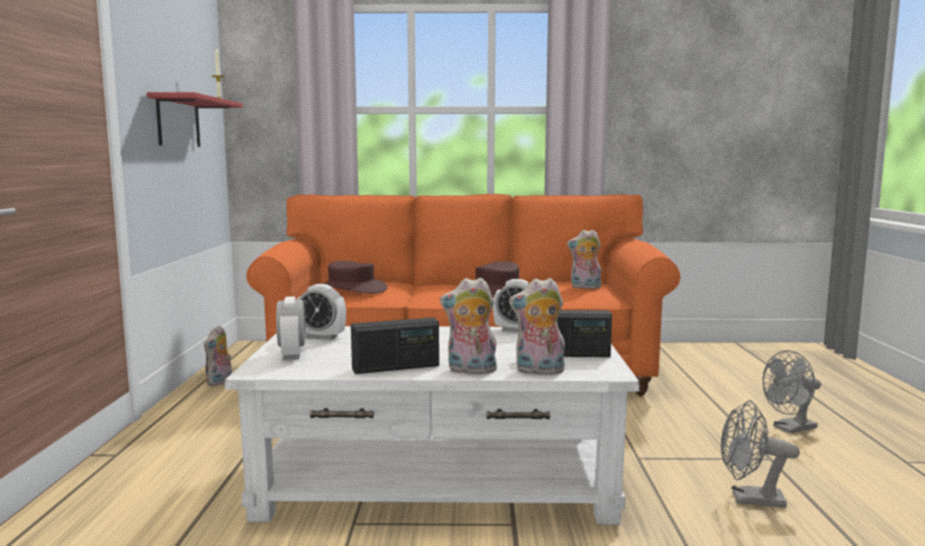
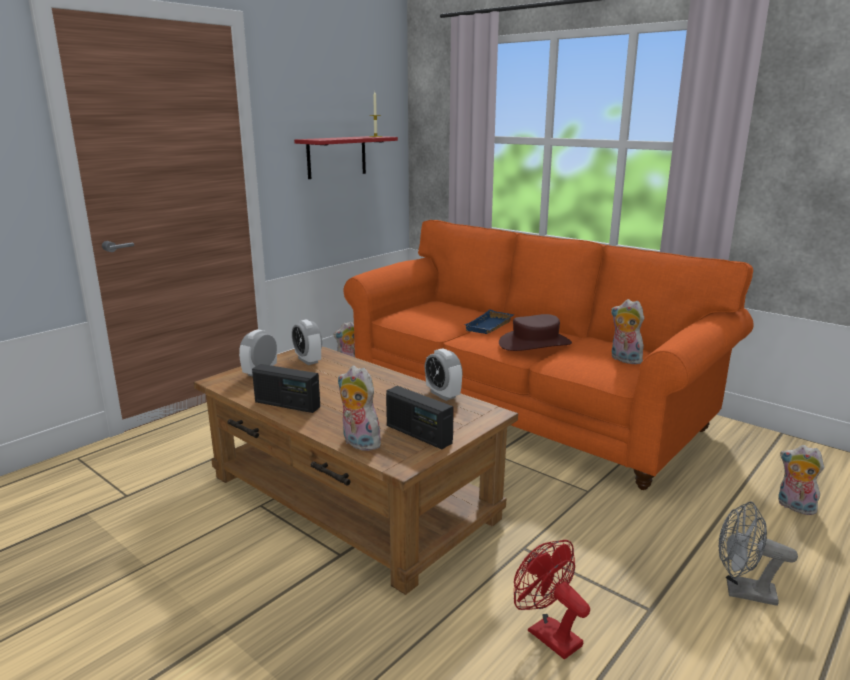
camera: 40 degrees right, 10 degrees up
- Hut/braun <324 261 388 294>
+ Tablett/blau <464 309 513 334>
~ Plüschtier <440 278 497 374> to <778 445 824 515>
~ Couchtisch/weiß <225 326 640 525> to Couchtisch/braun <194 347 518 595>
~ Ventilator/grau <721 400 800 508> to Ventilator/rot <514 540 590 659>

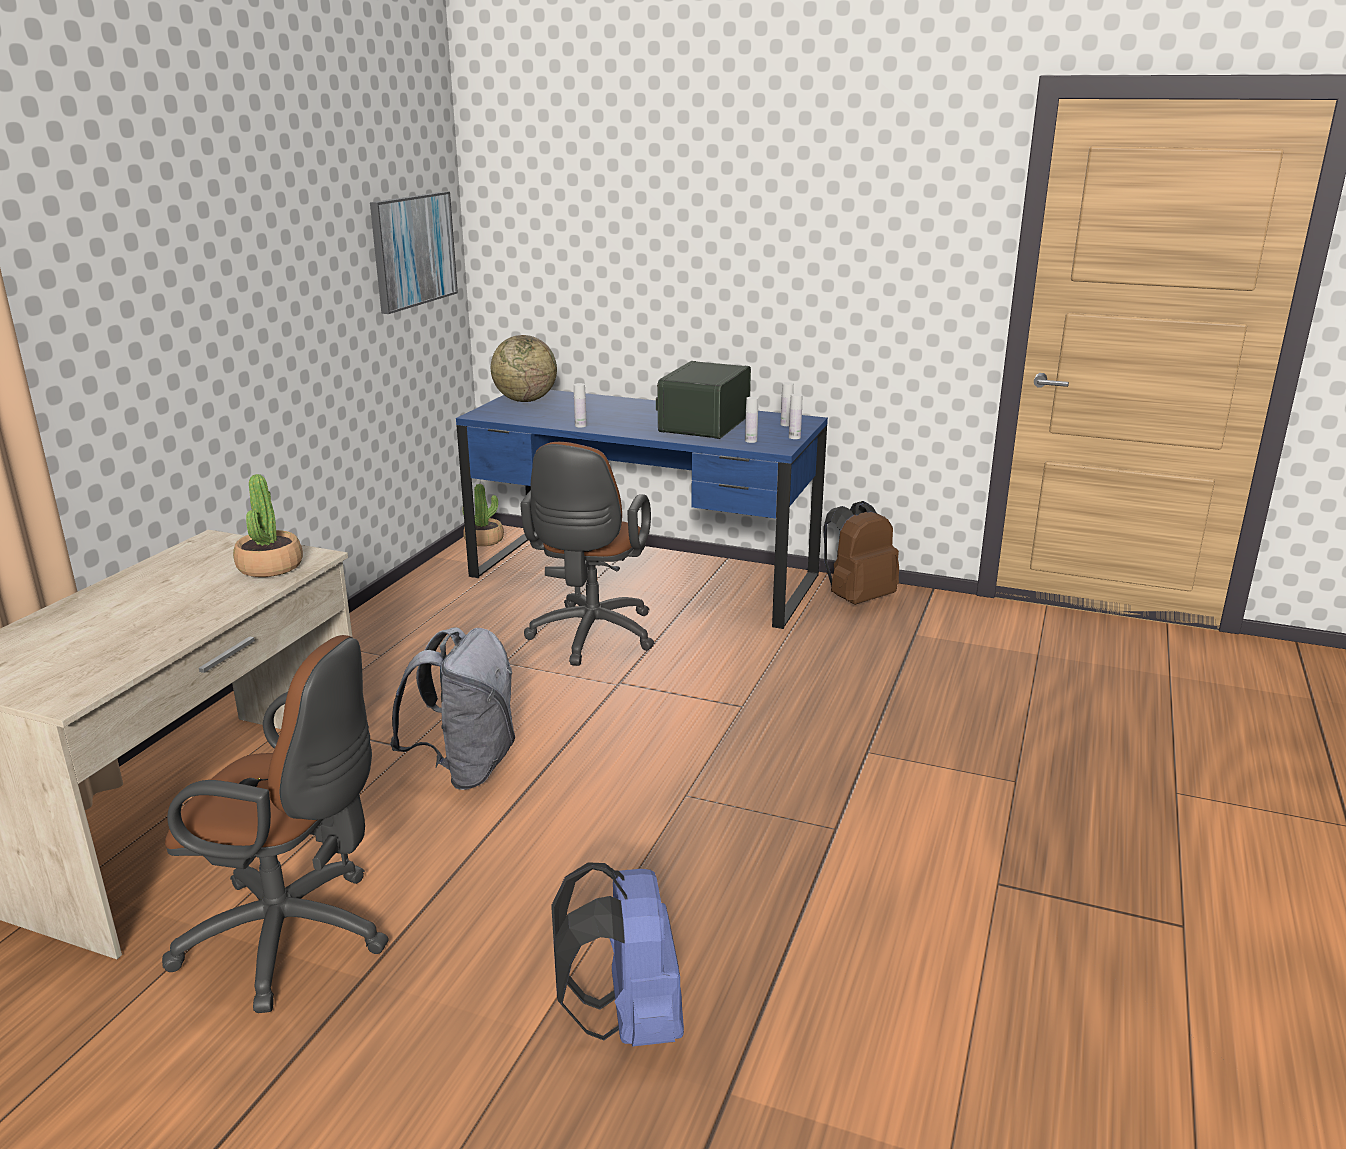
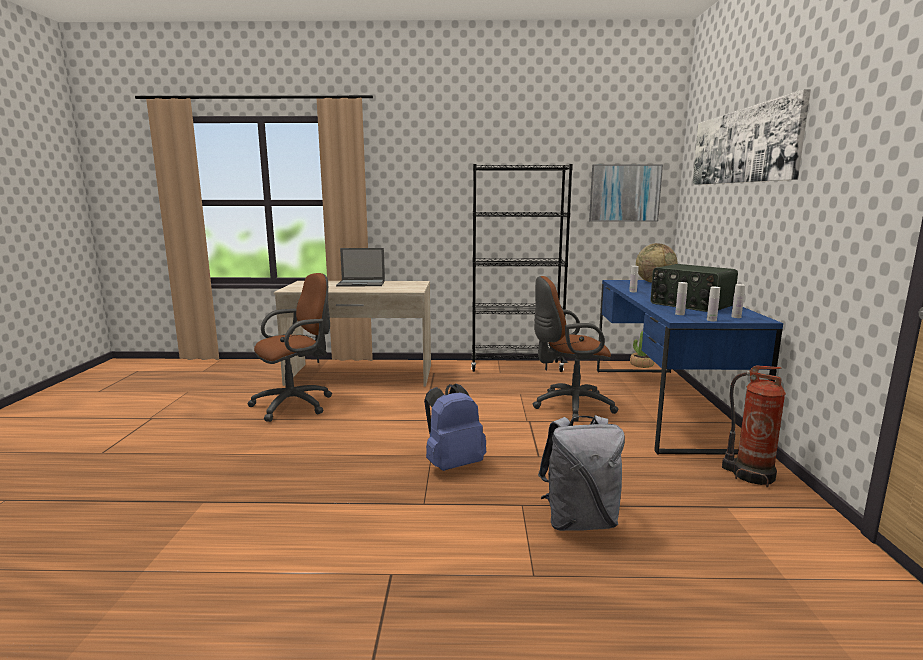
camera: 70 degrees right, 10 degrees down
- Topfpflanze <233 474 303 577>
+ Laptop <336 248 385 287>
+ Bücherregal/schwarz <471 164 573 372>
+ Bild <692 89 811 185>
~ Rucksack/grau <390 627 515 790> to <538 415 625 531>
~ Rucksack/blau <551 862 684 1046> to <424 384 486 471>
~ Rucksack/braun <823 501 899 605> to Feuerlöscher <722 365 786 488>
~ Bürostuhl/braun <162 635 389 1013> = <247 273 332 422> 120 degrees counterclockwise
~ Radio <656 361 751 439> = <651 264 738 312> 135 degrees counterclockwise

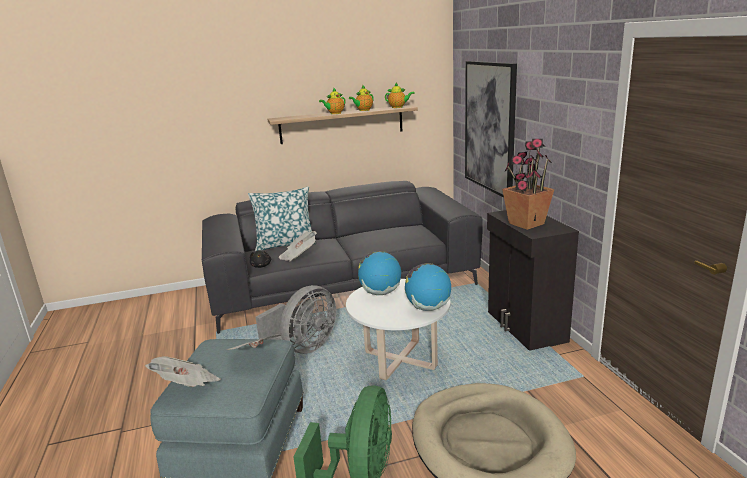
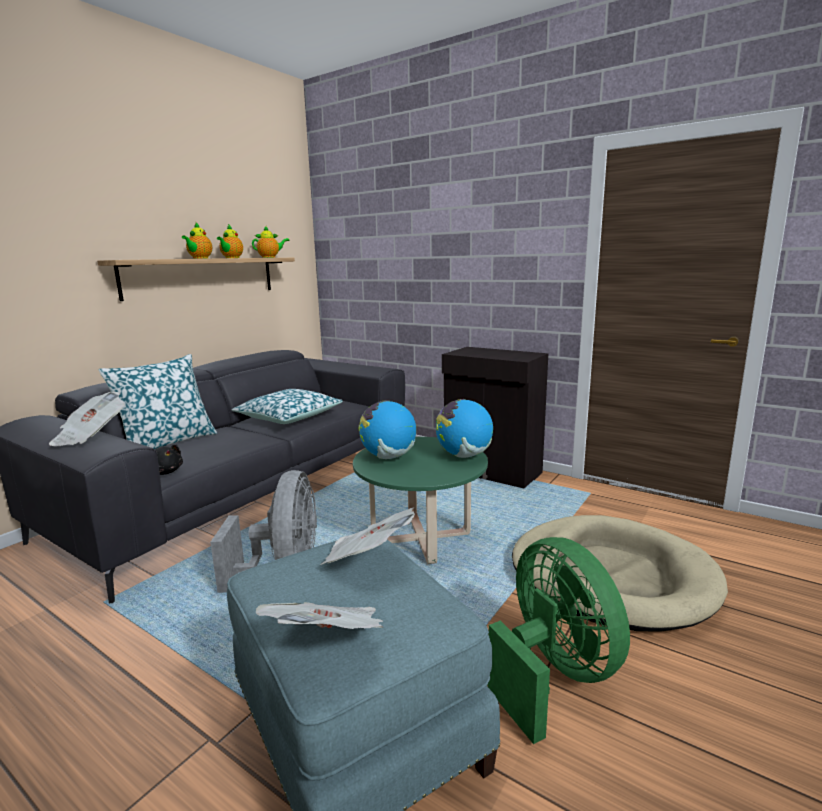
camera: 40 degrees left, 5 degrees down
- Bild <465 61 517 197>
- Topfpflanze <502 138 555 230>
+ Kissen <232 389 343 424>
~ Zeitung <279 231 317 261> to <49 391 124 447>
~ Couchtisch/weiß <346 279 451 381> to Couchtisch/grün <353 437 488 564>

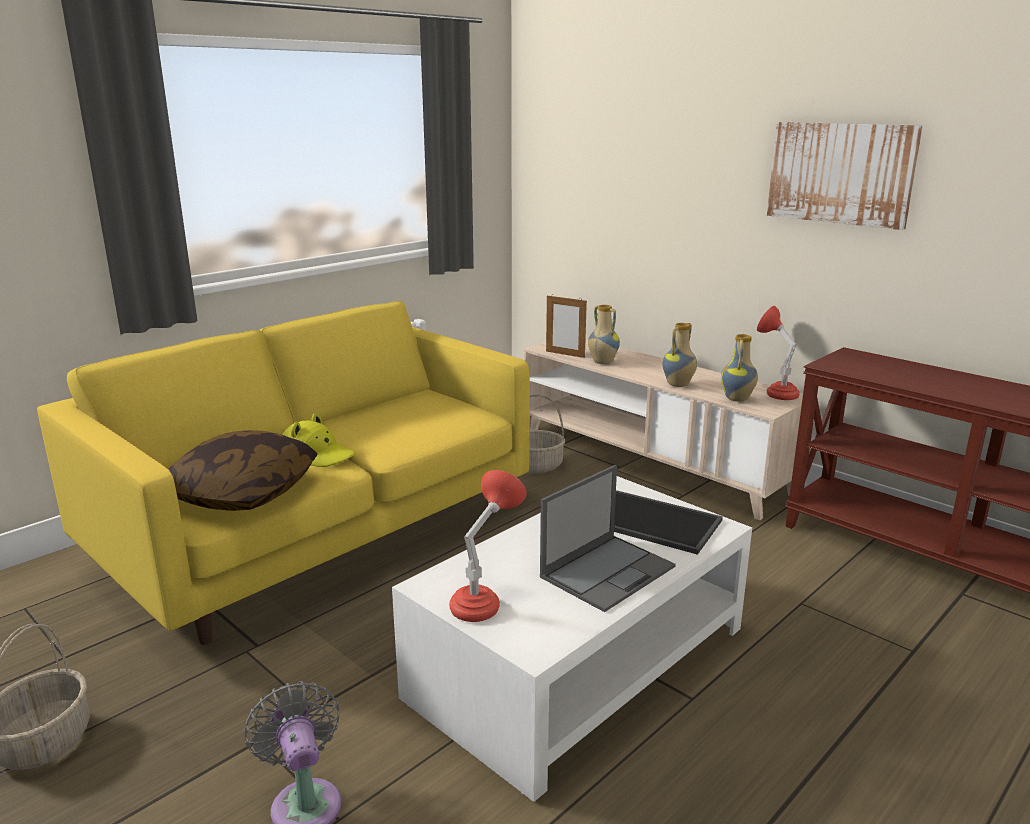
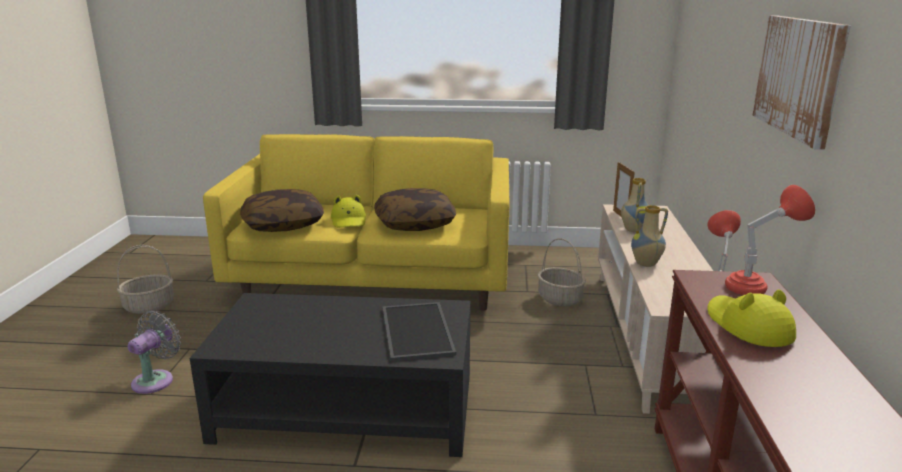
camera: 50 degrees right, 0 degrees up
- Laptop <540 465 676 612>
- Vase <721 334 758 402>
+ Kissen <374 188 456 231>
+ Hut/gelb <707 289 796 347>
~ Tischlampe/rot <449 470 527 622> to <725 185 815 295>
~ Couchtisch/weiß <392 476 752 802> to Couchtisch/schwarz <189 293 471 457>

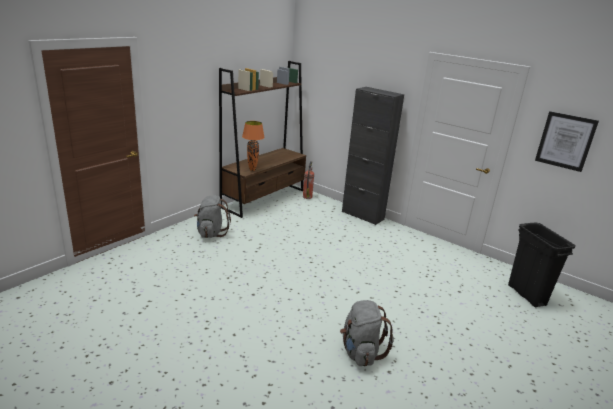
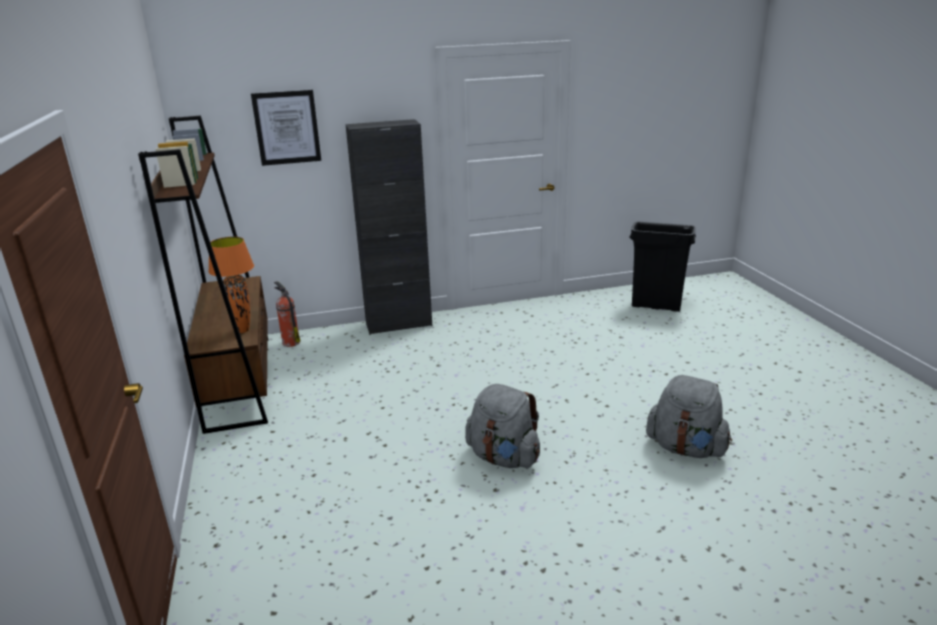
camera: 50 degrees left, 0 degrees up
~ Rucksack/grau <194 195 231 238> to <465 384 540 468>
~ Bild <535 111 599 172> to <251 90 321 166>

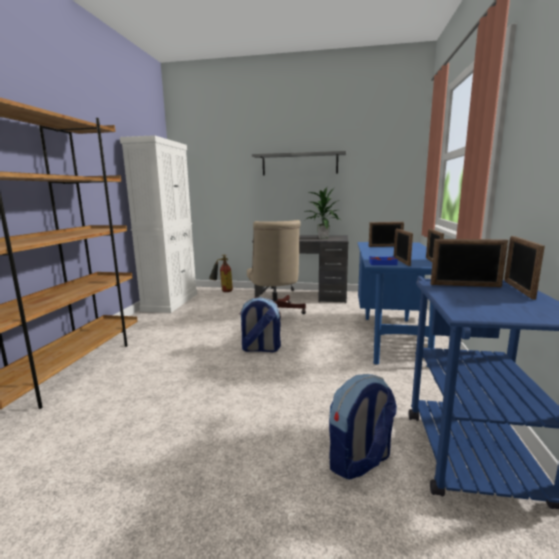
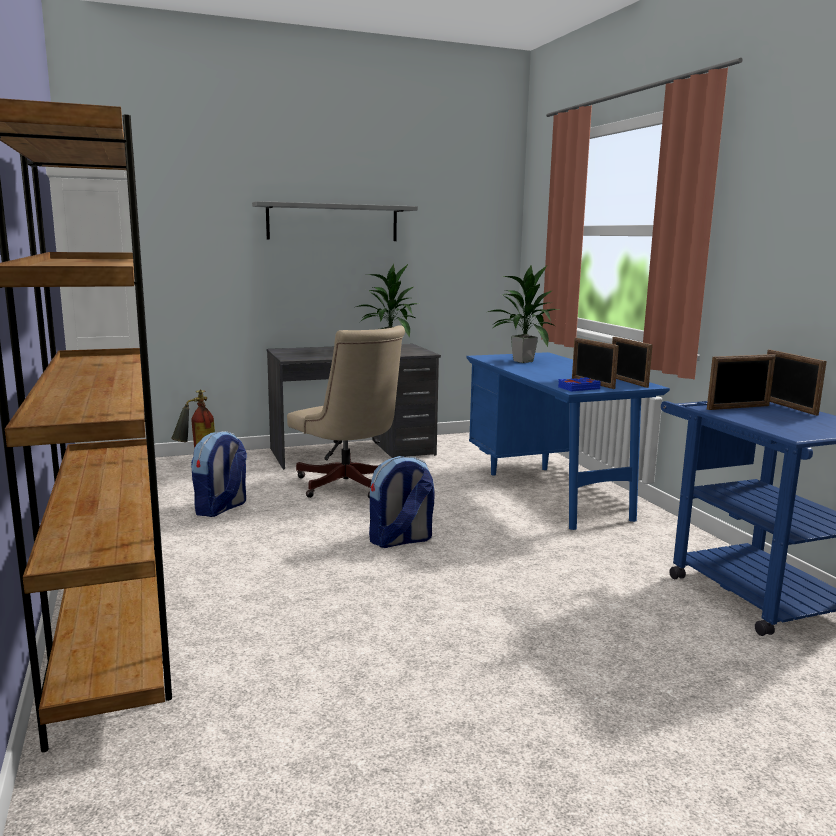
camera: 30 degrees left, 0 degrees up
~ Rucksack <329 374 397 480> to <191 431 247 517>
~ Bilderrahmen <369 222 404 247> to Topfpflanze <488 264 561 363>

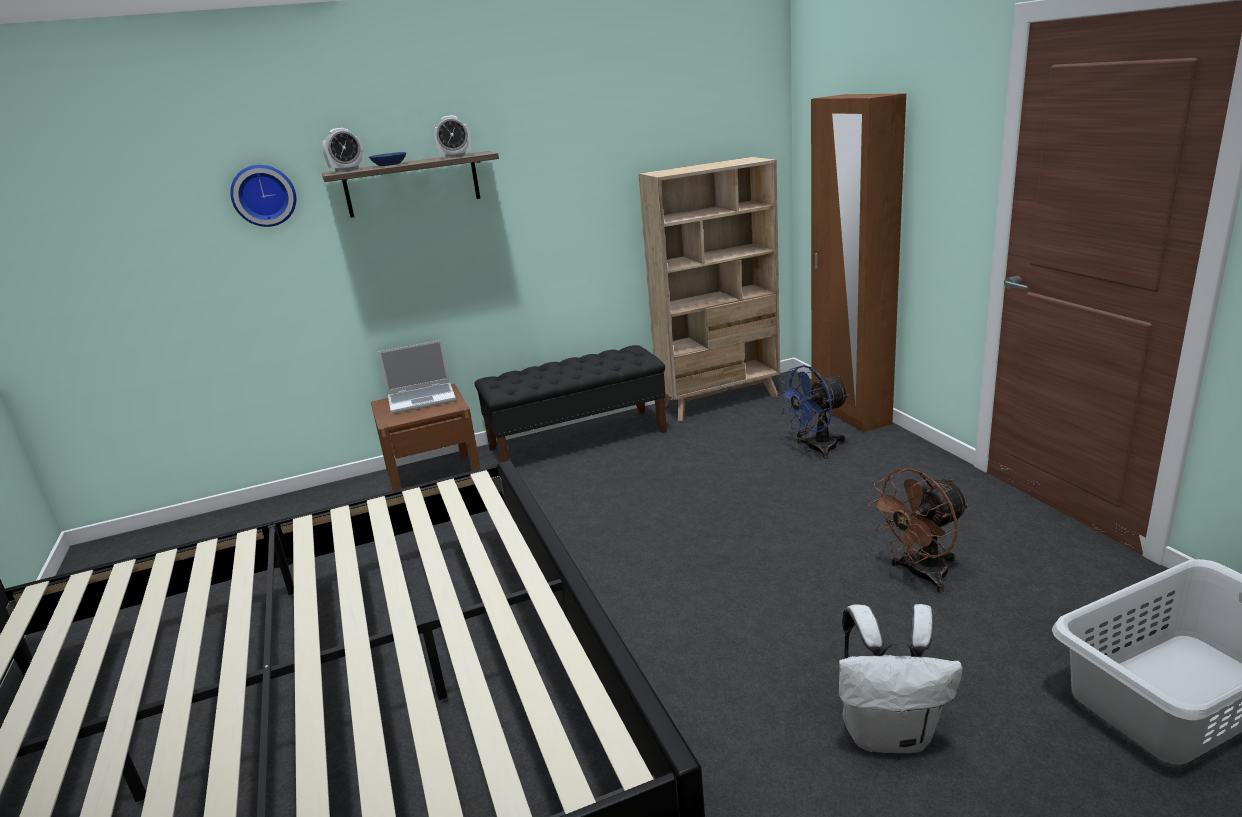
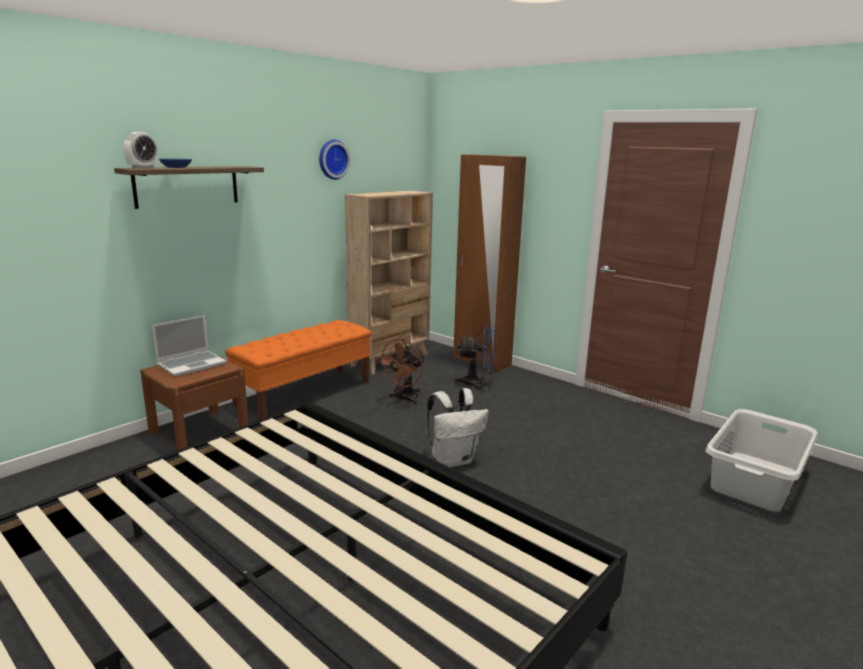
camera: 30 degrees left, 5 degrees down
- Wecker <434 115 471 158>
~ Wanduhr <230 165 296 227> to <319 140 351 180>
~ Rucksack/weiß <839 604 963 753> to <427 388 489 467>
~ Ventilator/braun <868 468 969 593> to <376 339 426 405>
~ Bank/schwarz <474 345 667 462> to Bank/orange <225 320 371 420>
~ Ventilator/blau <777 365 850 459> = <454 325 497 390> 120 degrees counterclockwise

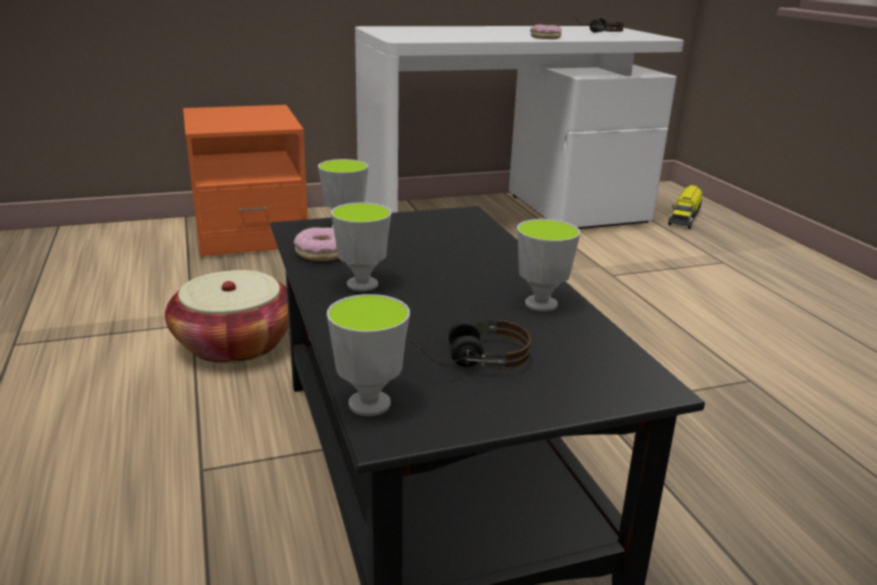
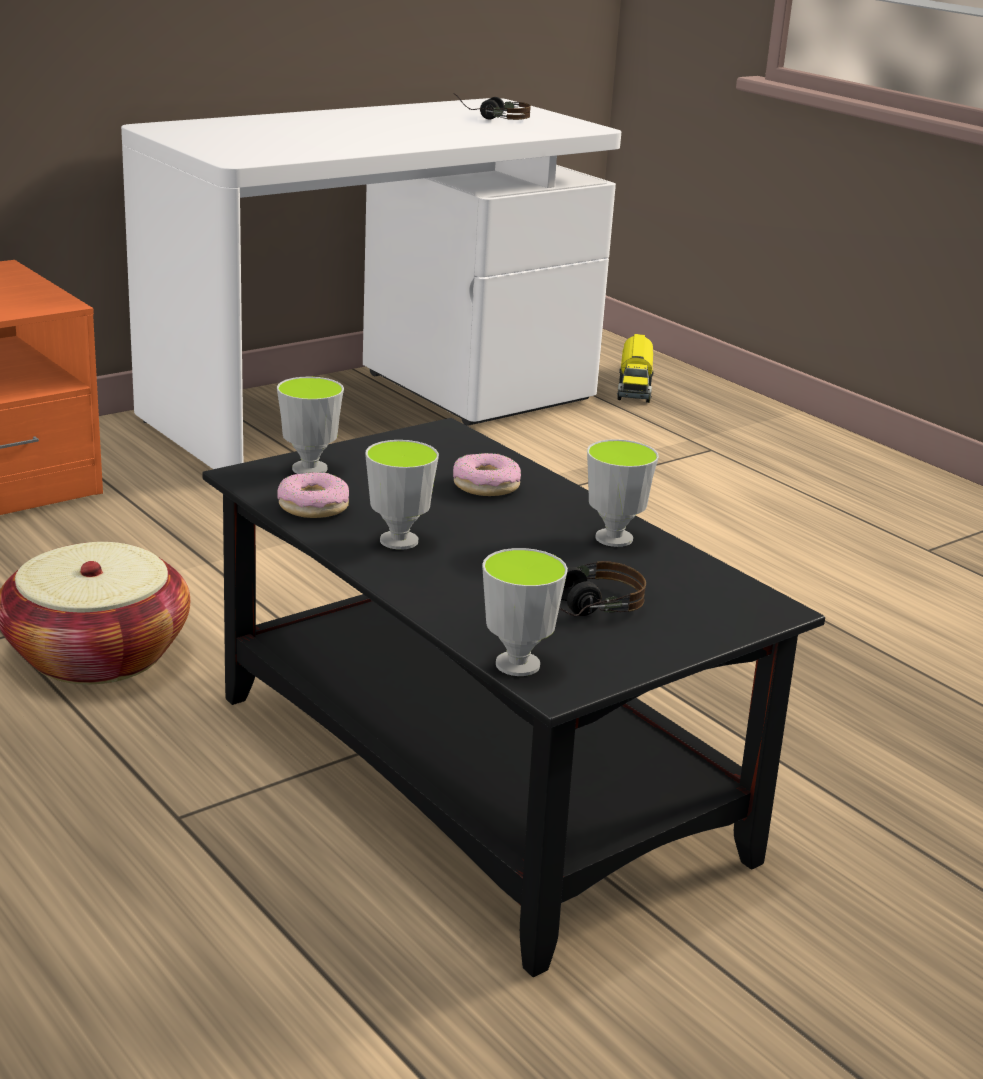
camera: 20 degrees left, 0 degrees up
~ Donut <530 24 562 39> to <453 453 521 496>

